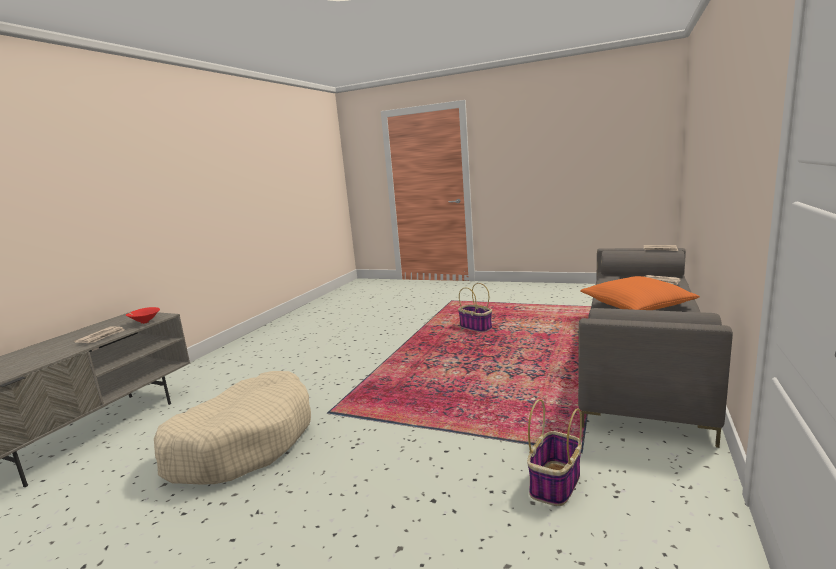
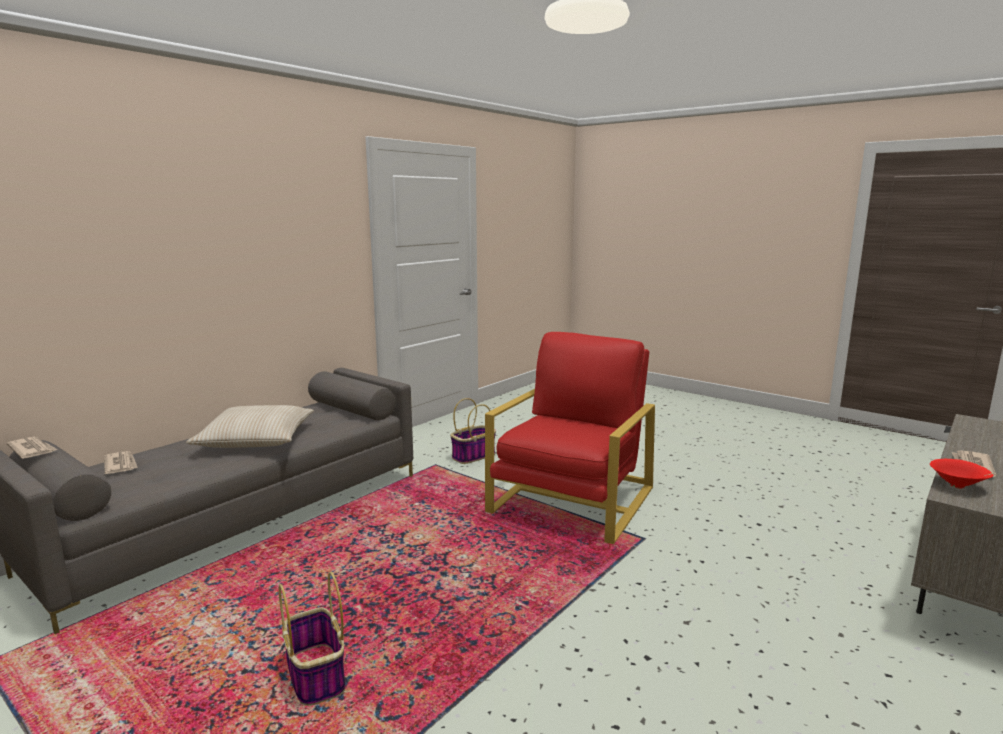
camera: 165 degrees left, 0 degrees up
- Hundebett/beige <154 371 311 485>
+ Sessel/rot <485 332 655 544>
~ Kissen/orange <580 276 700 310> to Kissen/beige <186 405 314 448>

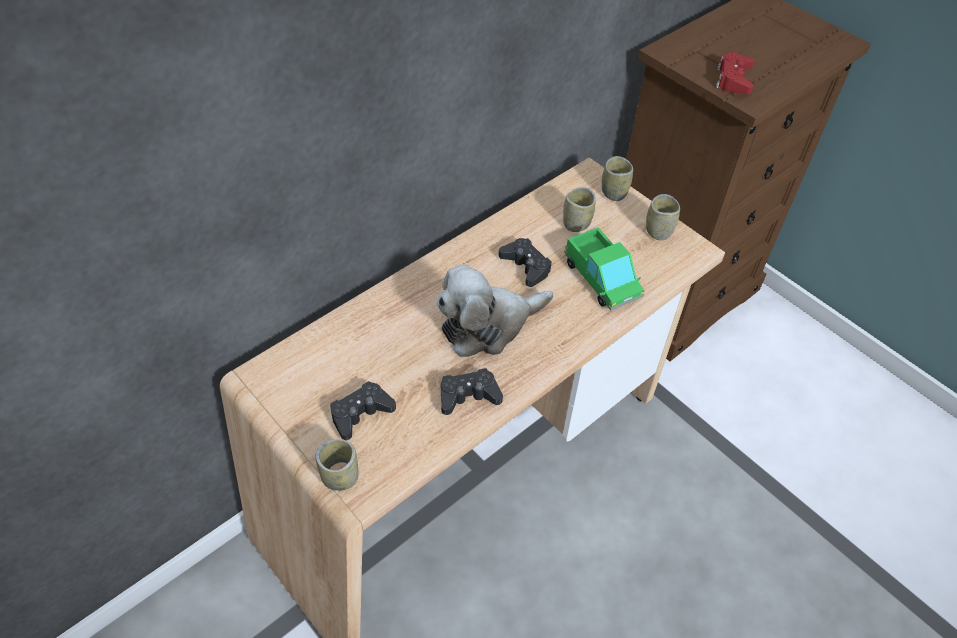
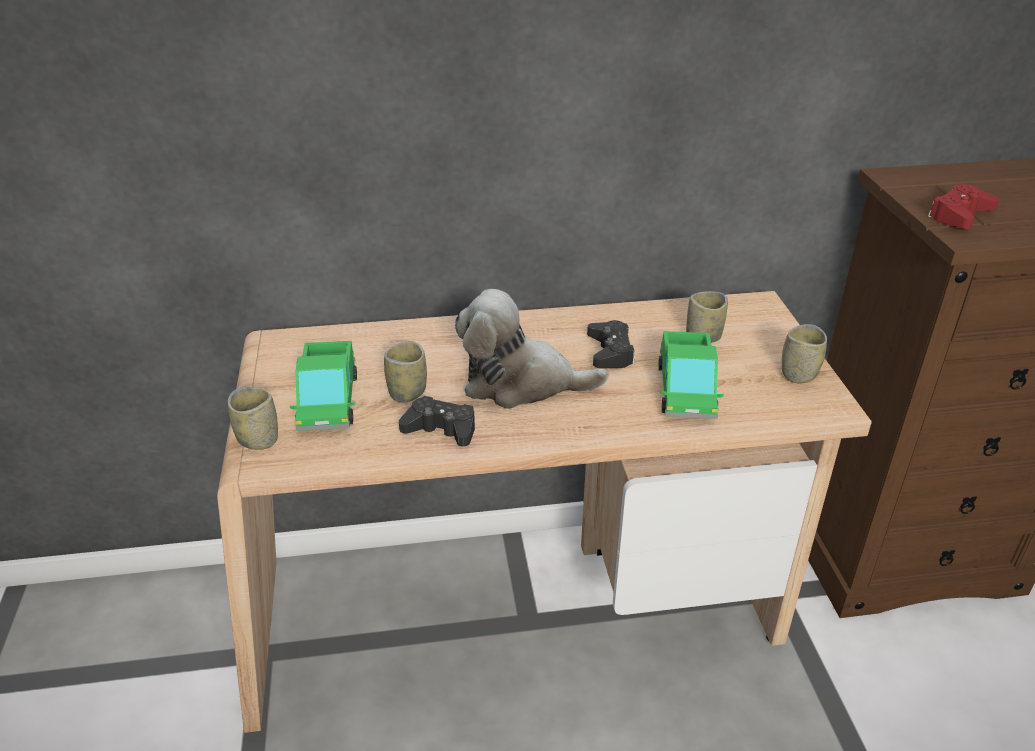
camera: 35 degrees right, 15 degrees down
~ Tasse <602 156 633 201> to <384 341 427 403>
~ Gamepad/schwarz <330 381 396 440> to Spielzeuglaster <290 341 357 431>

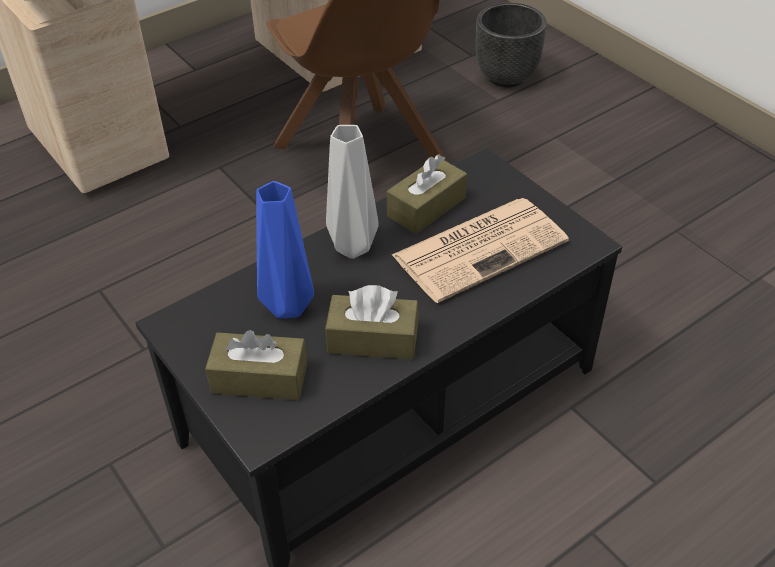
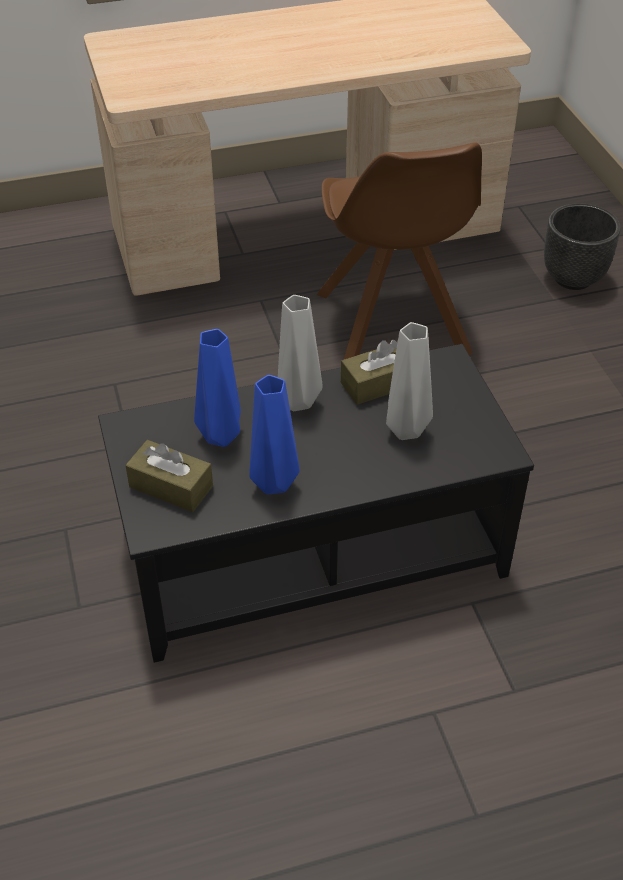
camera: 20 degrees right, 0 degrees up
~ Taschentuchbox/braun <325 285 419 359> to Vase/blau <249 375 300 494>
~ Zeitung <392 198 569 303> to Vase/grau <386 322 433 440>

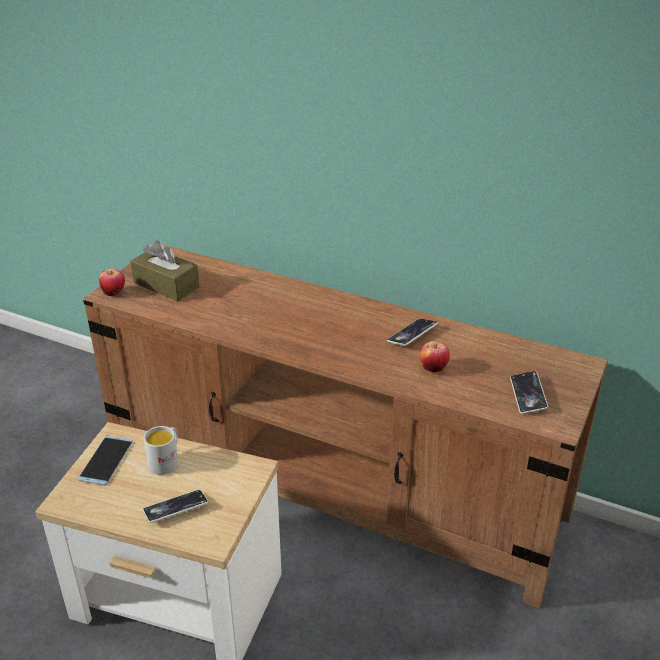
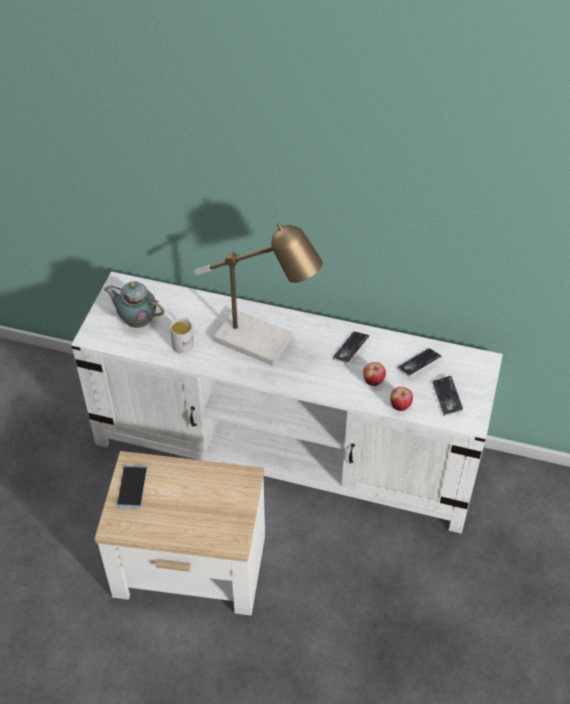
camera: 10 degrees left, 15 degrees up
+ Tischlampe <194 222 323 366>
~ Apfel <99 269 125 297> to <390 387 413 411>
~ Handy <143 490 209 523> to <397 348 442 377>
~ Henkelbecher/weiß <144 426 179 475> to <170 318 194 353>
~ Taschentuchbox/braun <130 241 199 301> to Teekanne <104 281 165 328>
~ Fernsehschrank/braun <83 244 608 609> to Fernsehschrank/weiß <71 272 503 534>

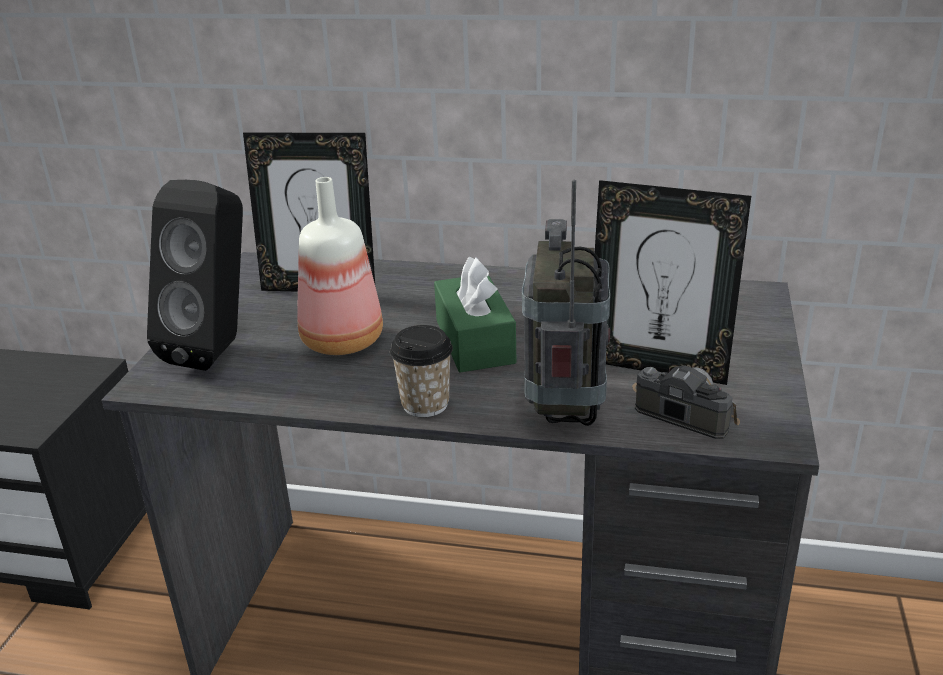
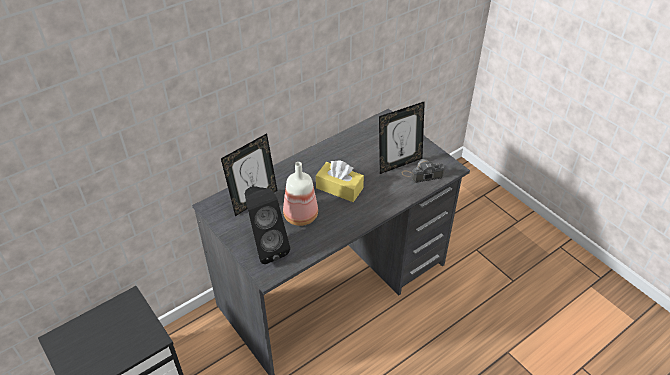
camera: 50 degrees left, 15 degrees up
- Tasse <390 325 453 417>
- Radio <522 180 610 426>
~ Taschentuchbox/grün <434 257 517 372> to Taschentuchbox/gelb <316 160 364 202>

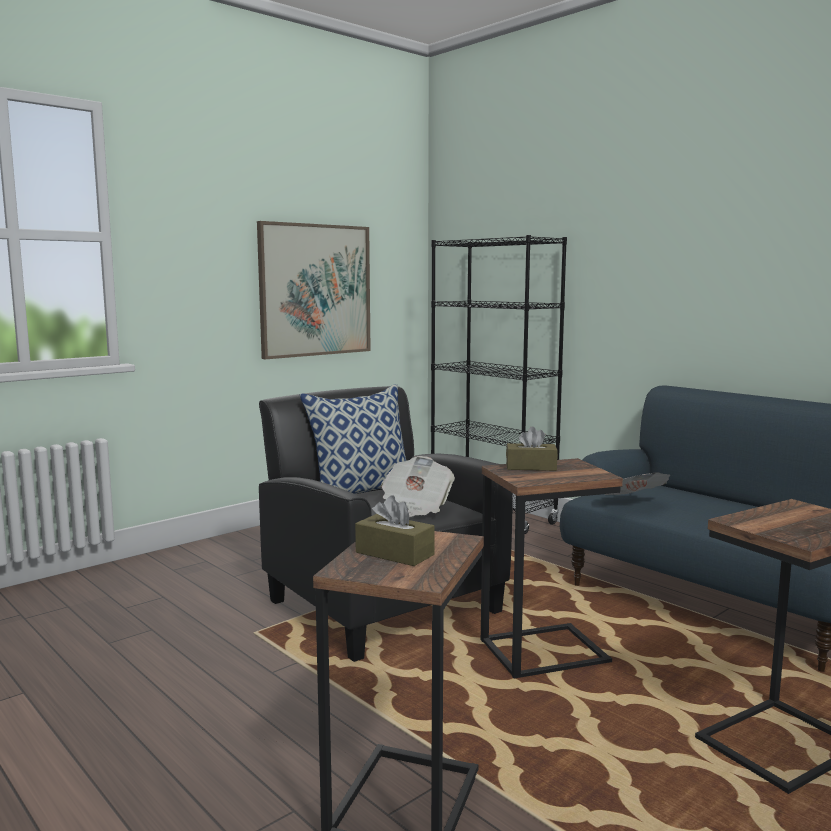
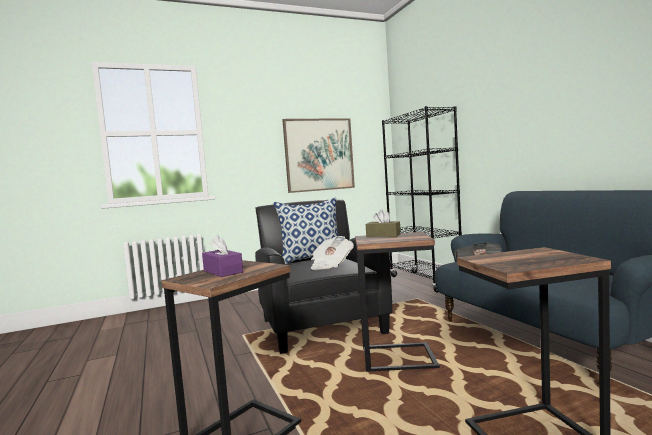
camera: 20 degrees right, 5 degrees down
~ Taschentuchbox/braun <355 495 435 566> to Taschentuchbox/lila <202 235 243 277>

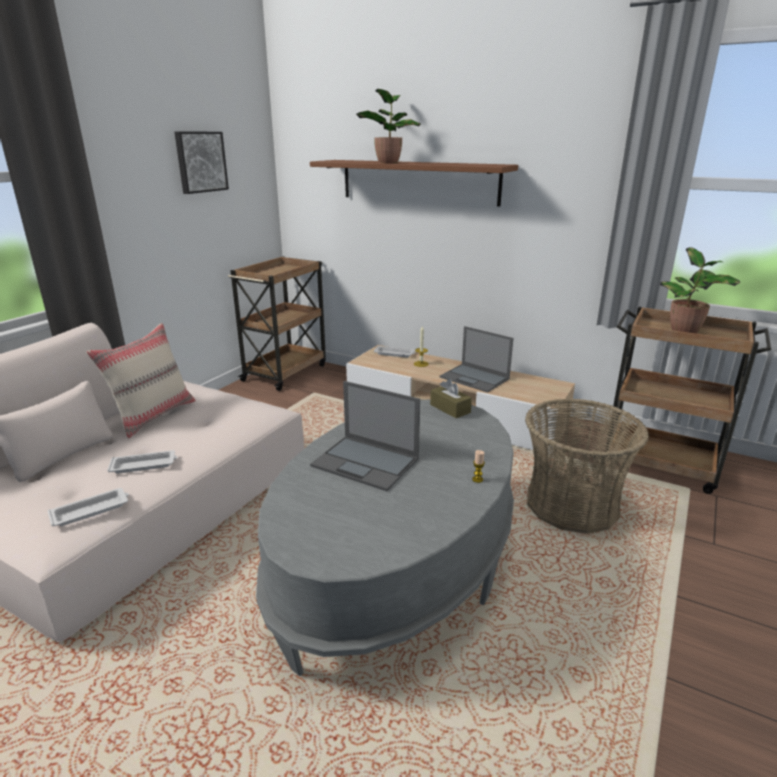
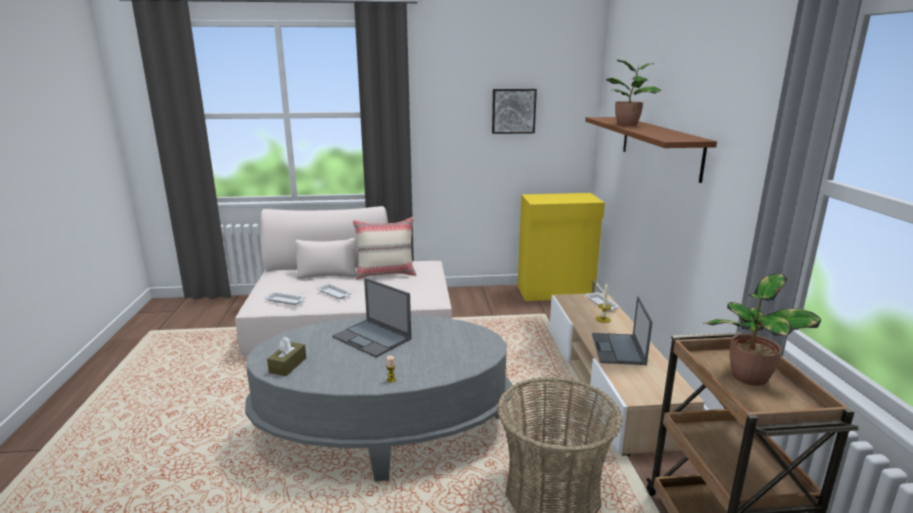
camera: 55 degrees right, 5 degrees down
~ Taschentuchbox/braun <430 379 472 418> to <267 337 306 376>
~ Rollwagen/braun <228 256 326 391> to Schrank/gelb <518 193 605 301>
~ Laptop <310 381 420 491> = <332 278 411 358> 45 degrees counterclockwise

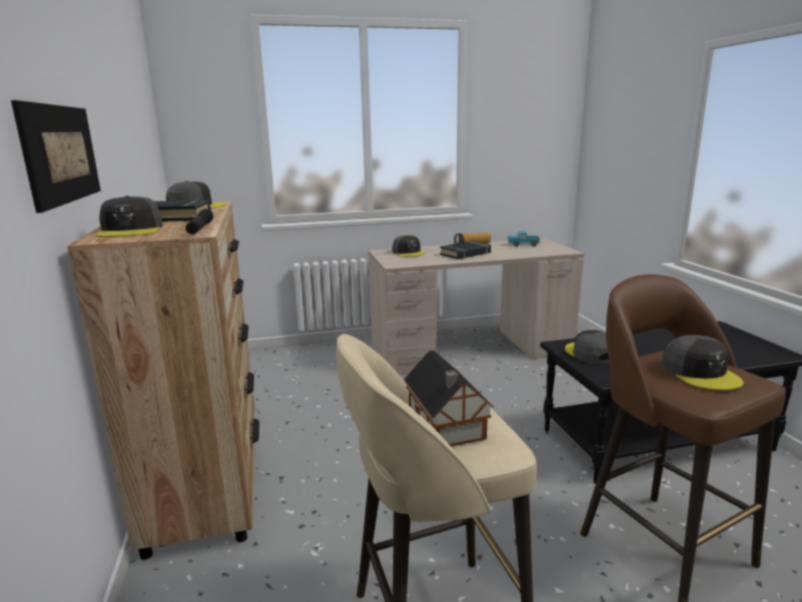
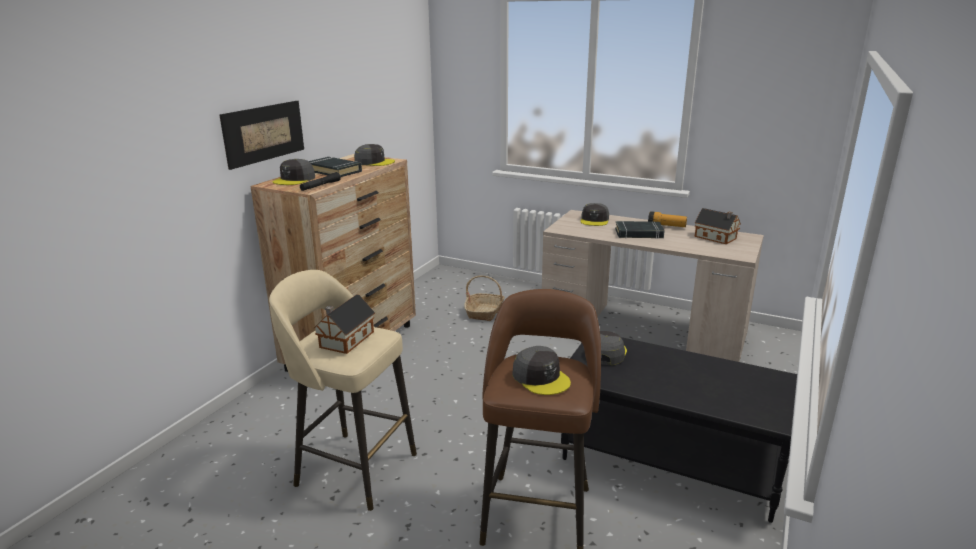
camera: 40 degrees right, 5 degrees up
+ Korb <464 275 505 321>
~ Spielzeuglaster <507 231 540 247> to Spielzeughaus <695 208 741 244>
~ Kappe/grau <662 335 744 390> = <512 346 571 395> 60 degrees counterclockwise

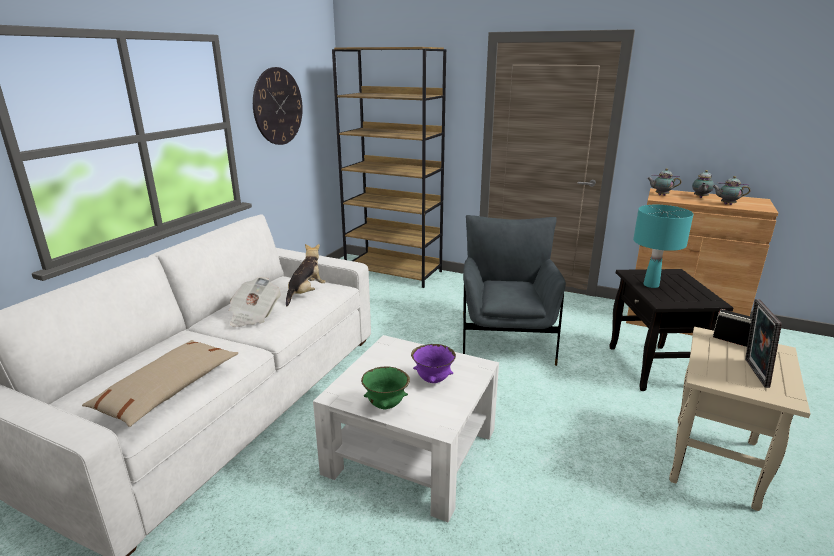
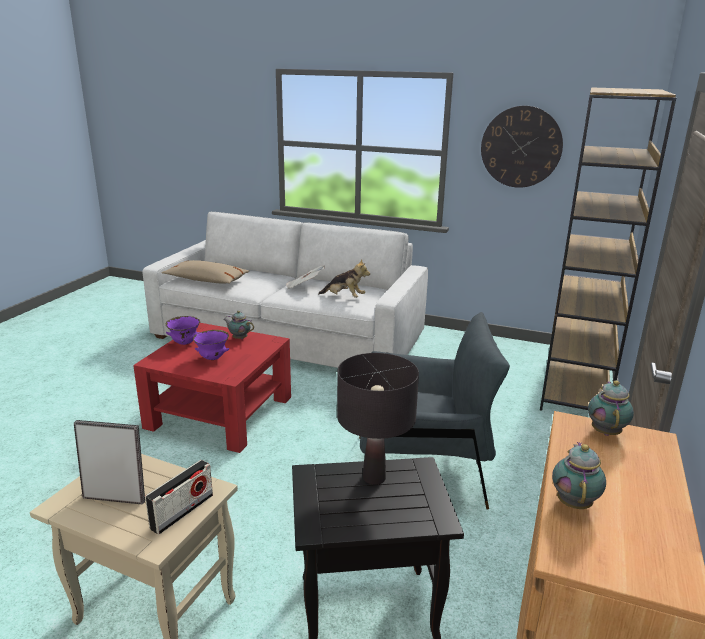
camera: 85 degrees right, 0 degrees up
~ Teekanne <692 170 714 198> to <224 311 254 339>
~ Couchtisch/weiß <313 335 499 522> to Couchtisch/rot <133 323 291 453>
~ Schüssel/grün <361 366 410 410> to Schüssel/lila <166 316 200 345>
~ Tischlampe/türkis <633 205 694 288> to Tischlampe/schwarz <337 353 419 485>

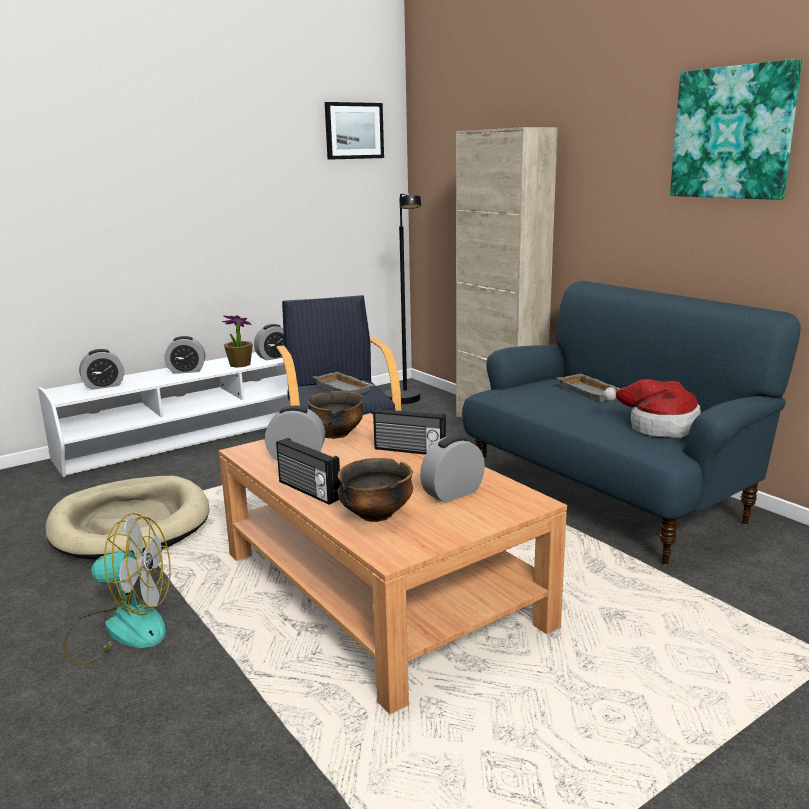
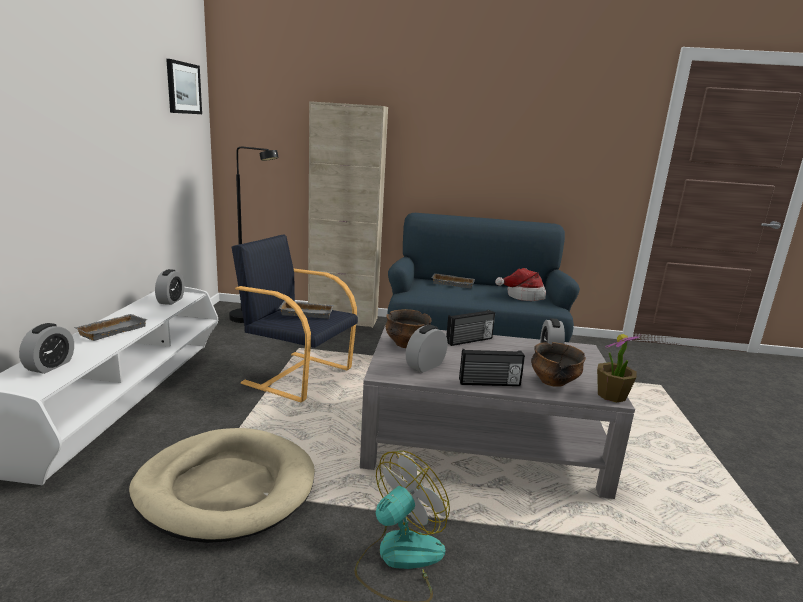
camera: 50 degrees left, 0 degrees up
- Bild <670 59 802 200>
~ Topfpflanze <222 315 253 368> to <597 334 640 402>
~ Wecker <165 336 205 374> to Tablett/grau <74 314 147 341>
~ Couchtisch/braun <219 413 567 714> to Couchtisch/grau <360 327 635 499>

